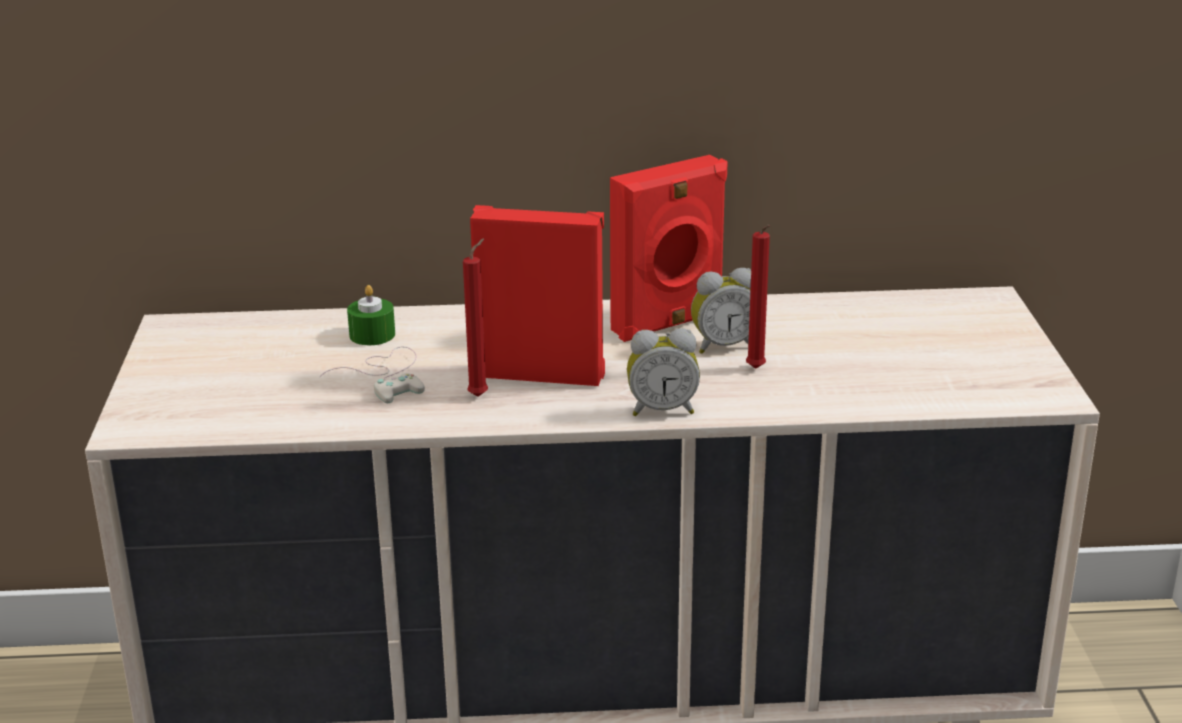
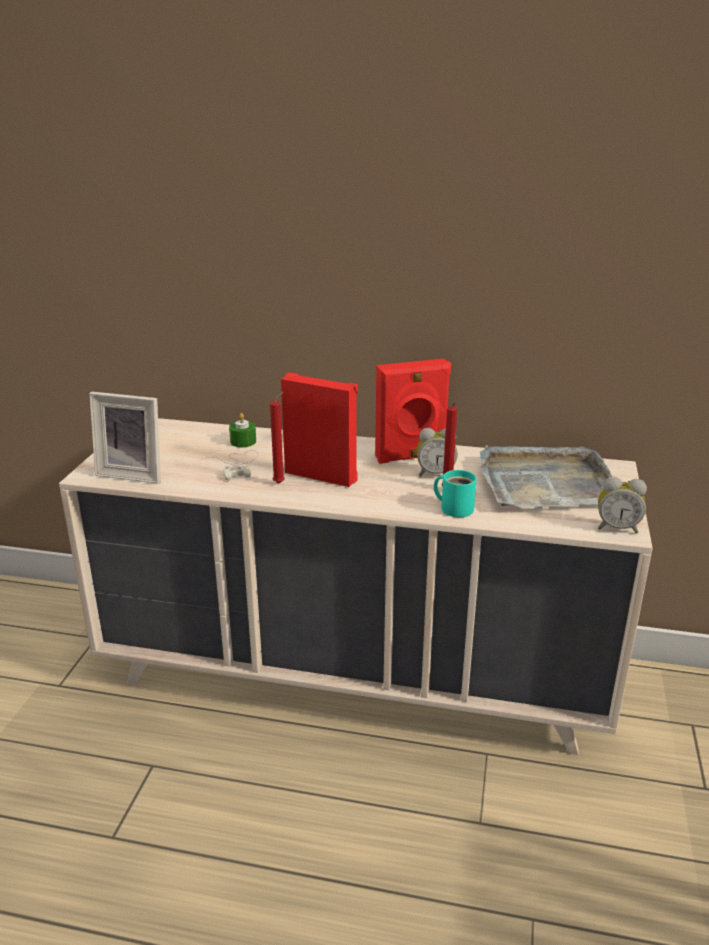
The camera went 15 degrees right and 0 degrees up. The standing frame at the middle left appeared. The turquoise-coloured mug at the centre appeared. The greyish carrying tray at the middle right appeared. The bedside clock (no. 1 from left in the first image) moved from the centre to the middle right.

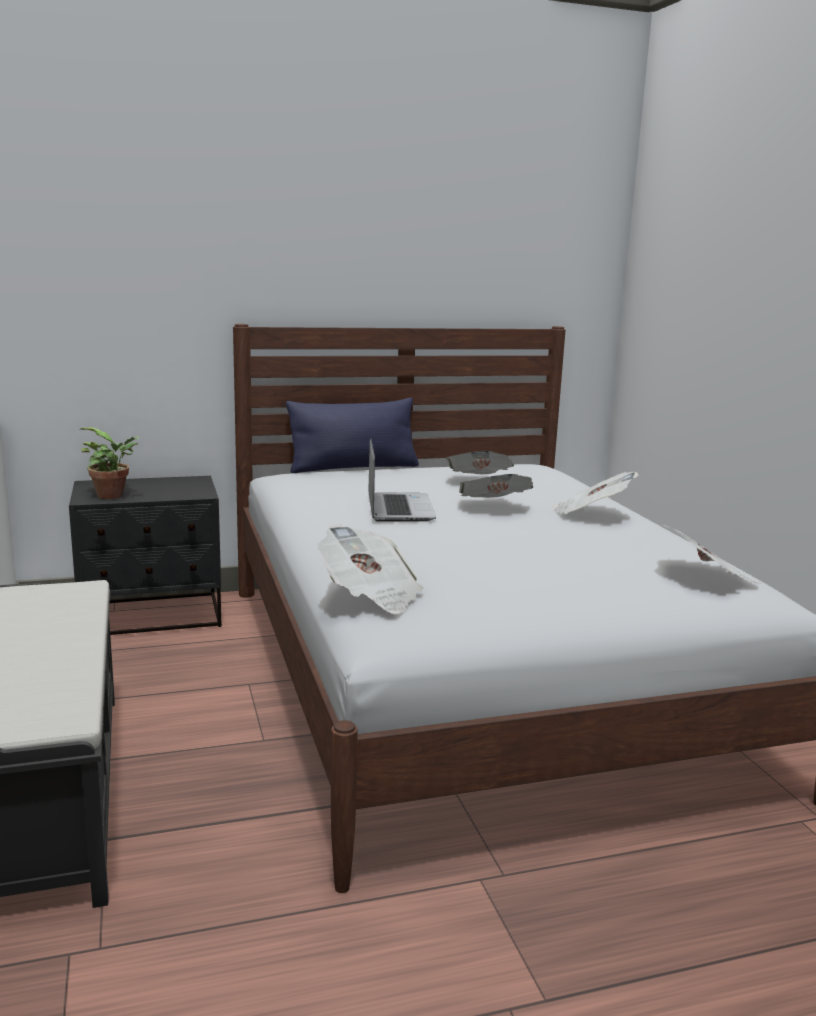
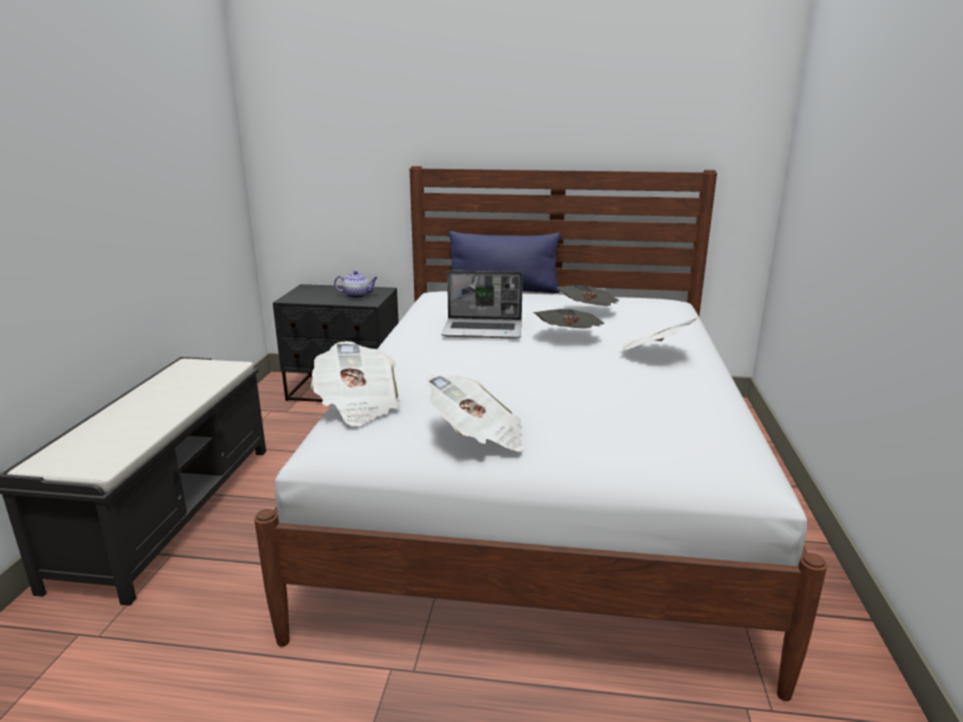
The camera went 25 degrees right and 5 degrees up. The pot for tea at the centre appeared. The daily paper (no. 5 from left in the first image) moved from the middle right to the centre. The laptop at the centre turned 75 degrees clockwise. The houseplant at the middle left disappeared.

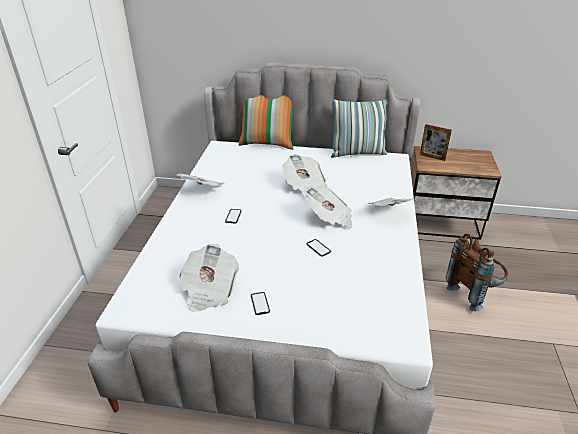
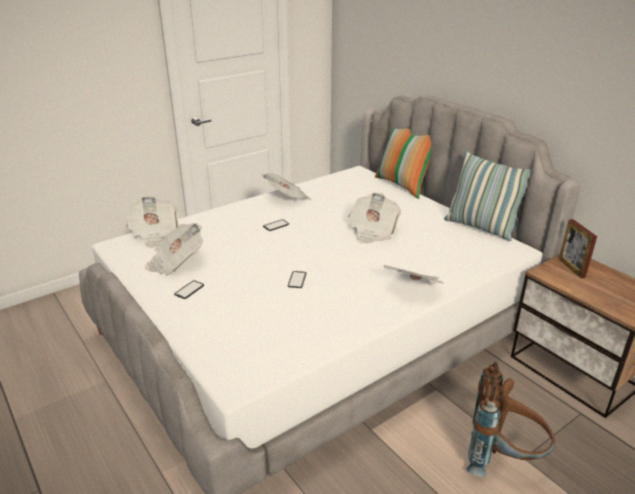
The camera went 45 degrees right and 5 degrees down. The daily paper (no. 4 from left in the first image) moved from the centre to the middle left.

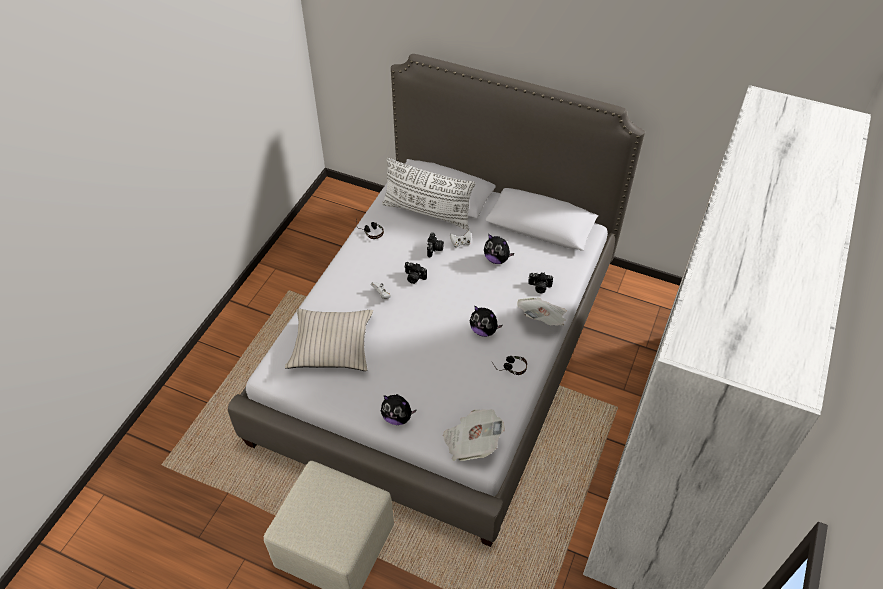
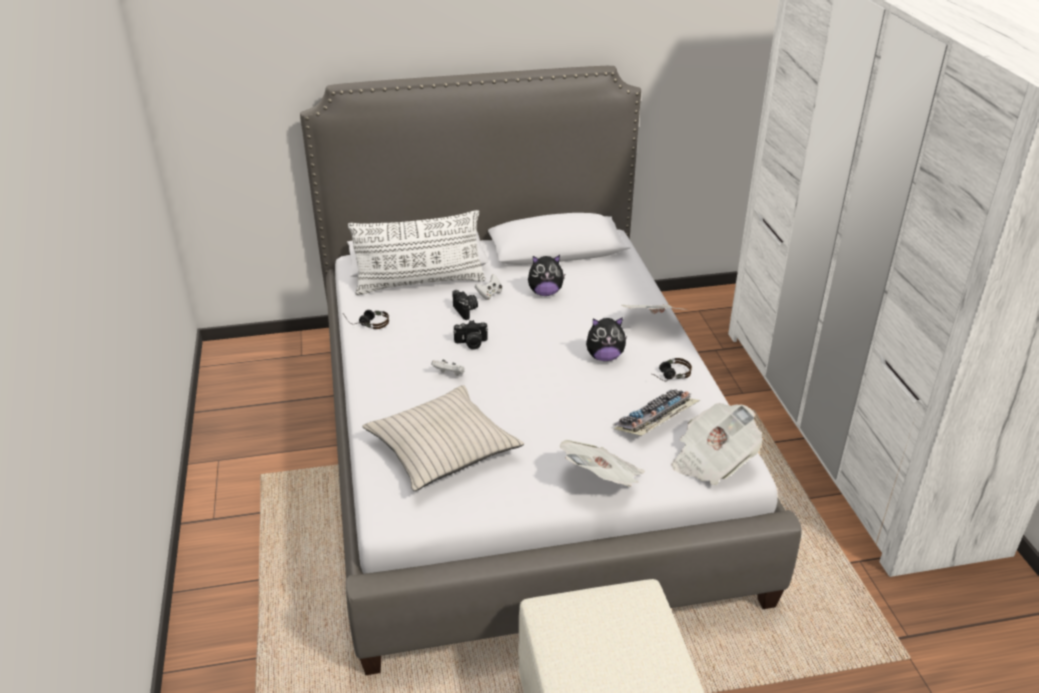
The camera went 35 degrees left and 15 degrees down. The soft toy (no. 1 from left) at the bottom centre was replaced by the daily paper (no. 1 from left) at the bottom centre. The PC keyboard at the centre appeared. The still camera (no. 3 from left) at the centre disappeared.

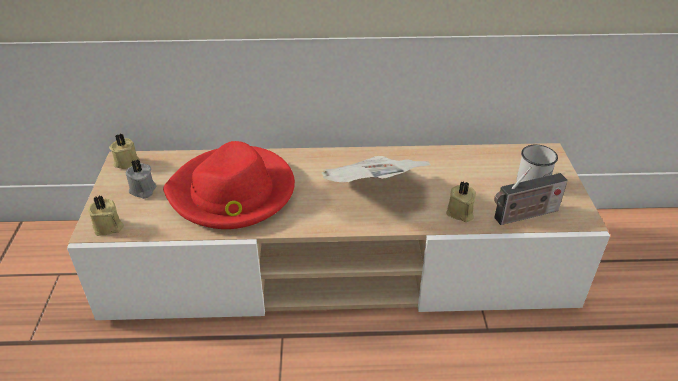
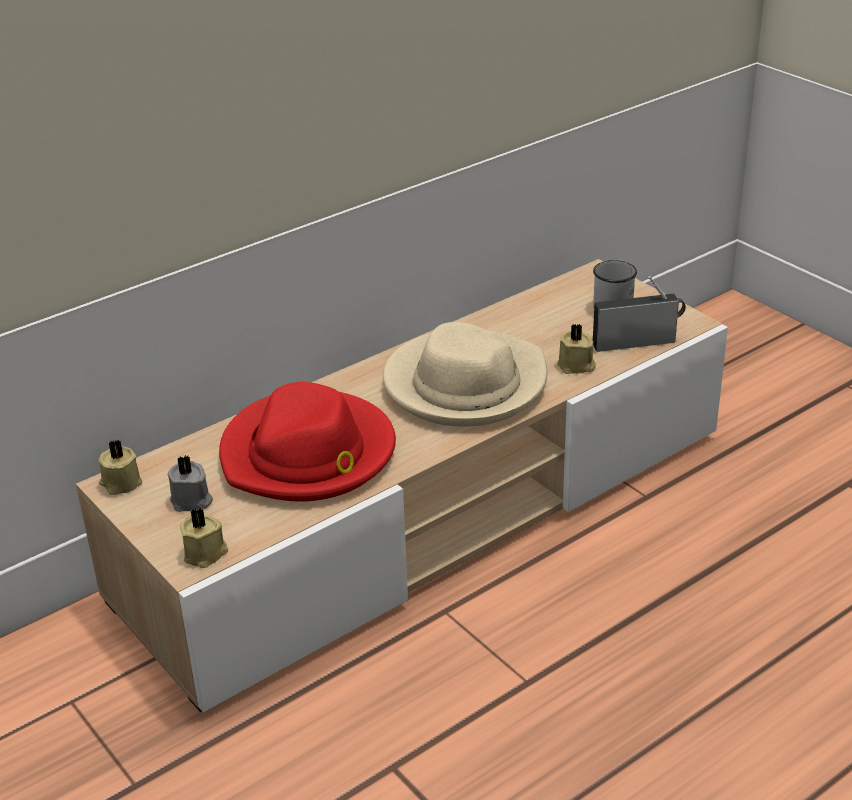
The camera went 35 degrees left and 5 degrees down. The daily paper at the centre was replaced by the beige clothing hat at the centre. The radio at the middle right turned 135 degrees counterclockwise.

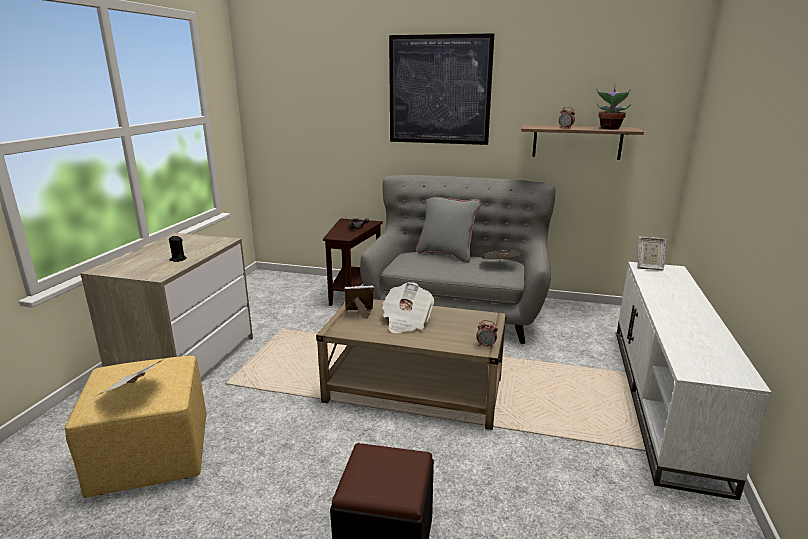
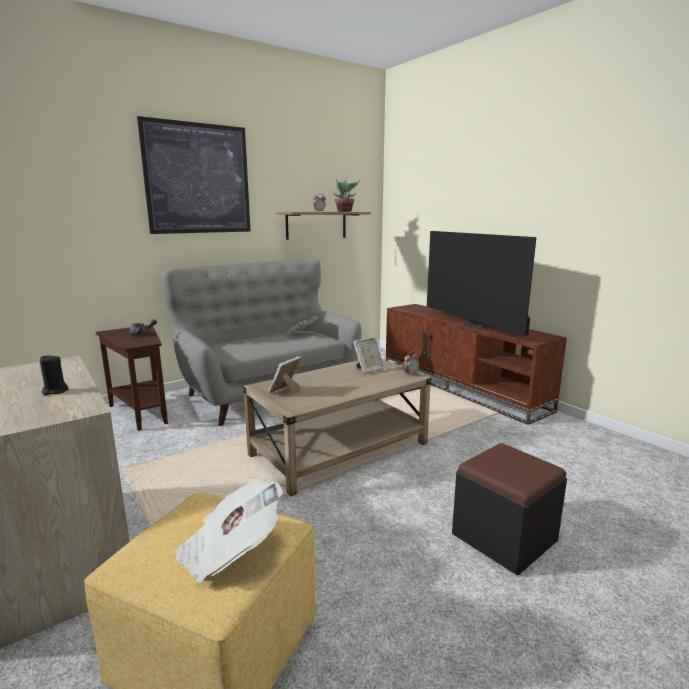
The camera went 50 degrees left and 5 degrees down. The standing frame (no. 2 from left) moved from the middle right to the centre. The white tv unit at the bottom right became the brownish tv unit at the middle right. The TV at the middle right appeared. The daily paper (no. 2 from left) at the centre disappeared. The greyish cushion at the centre disappeared.

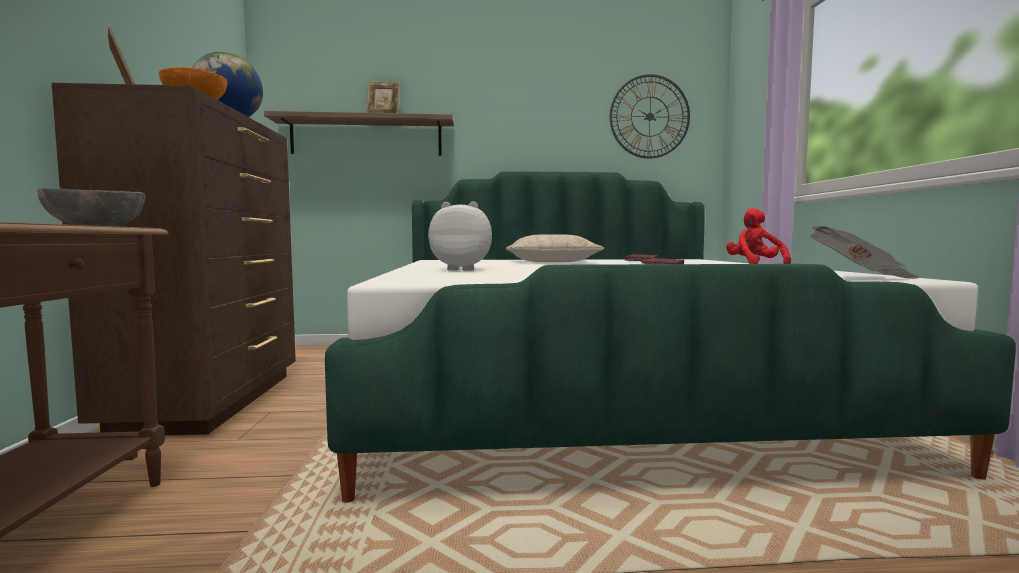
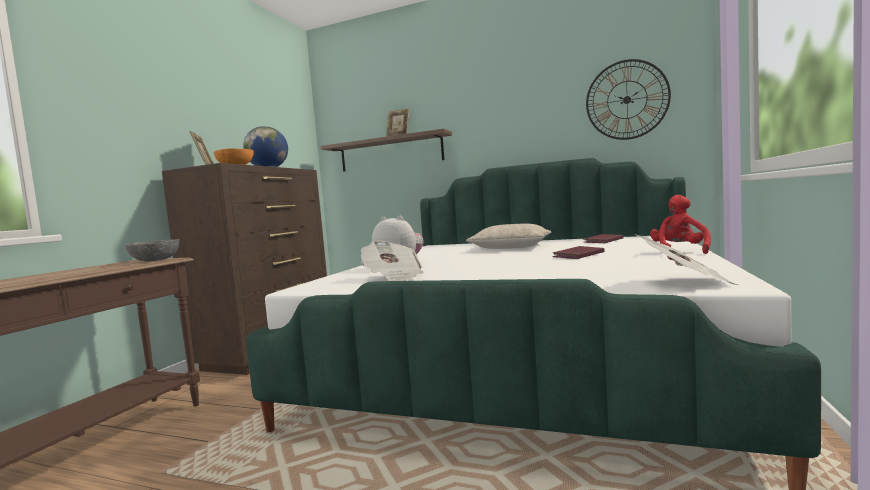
The camera went 25 degrees right and 0 degrees up. The daily paper (no. 1 from left) at the centre appeared.

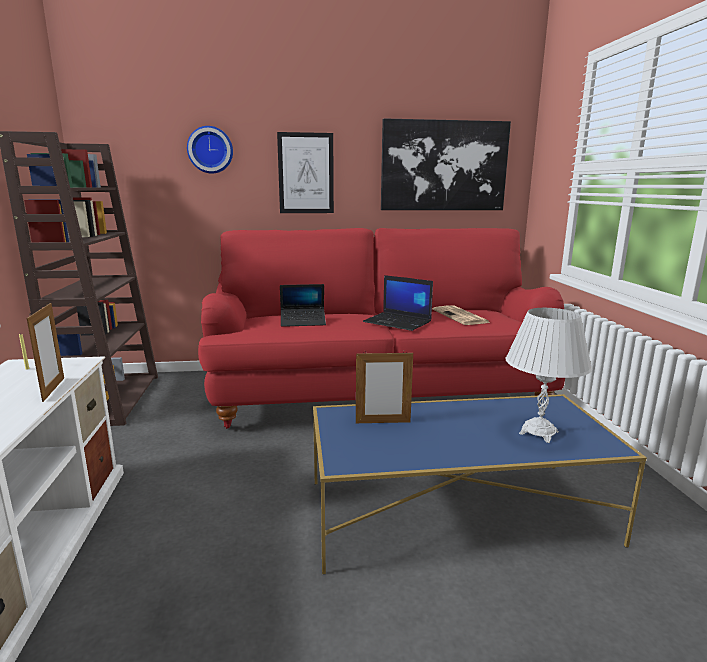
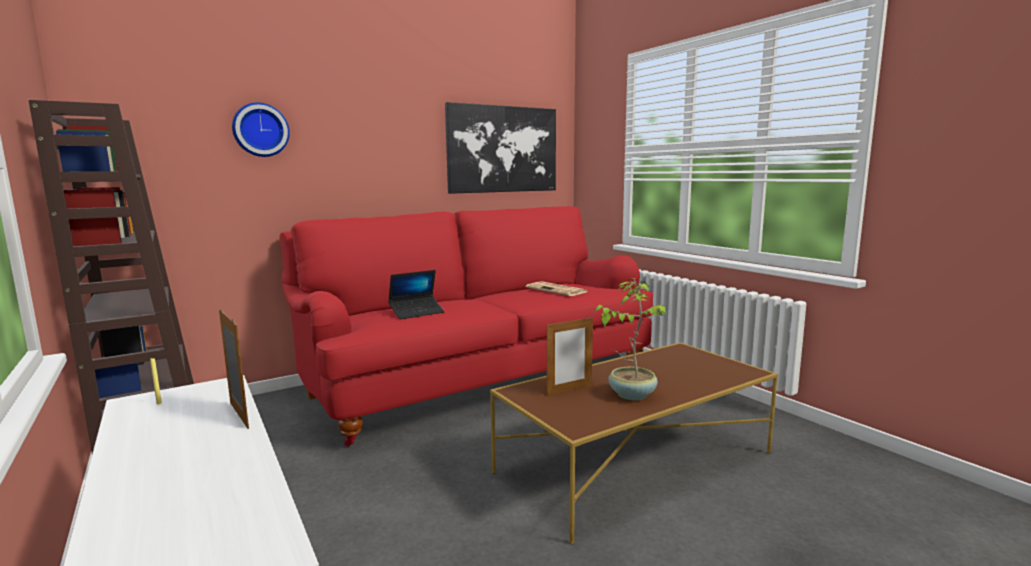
The camera went 25 degrees left and 5 degrees down. The bluish low table at the bottom right became the brownish low table at the bottom centre. The houseplant at the centre appeared. The wall art (no. 1 from left) at the top centre disappeared. The laptop (no. 2 from left) at the centre disappeared. The white lamp for a table at the middle right disappeared.

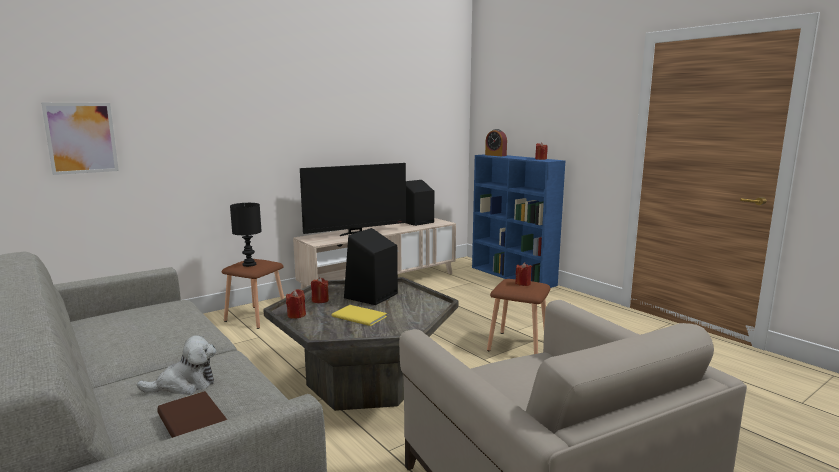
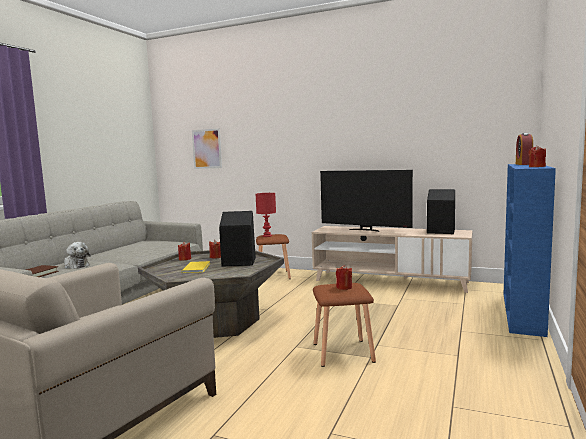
The camera went 60 degrees right and 5 degrees down. The blackish lamp for a table at the middle left became the red-coloured lamp for a table at the centre.

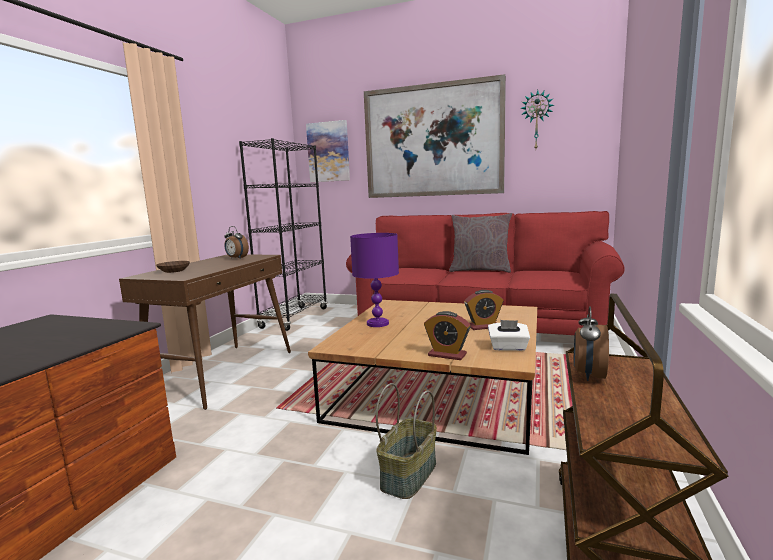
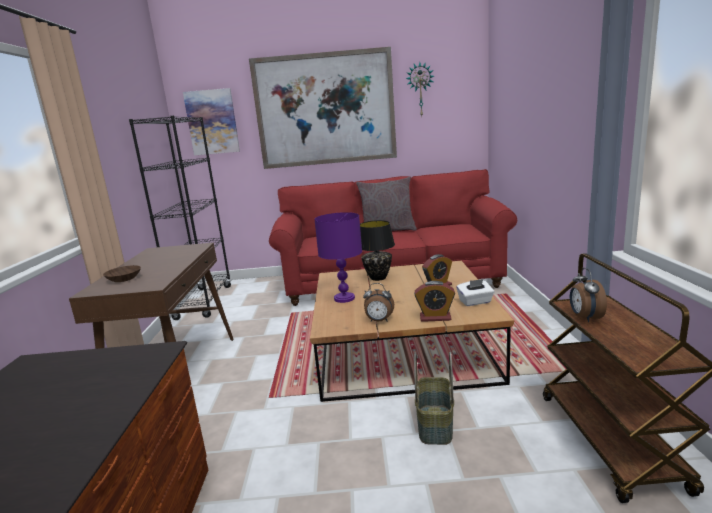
The camera went 20 degrees left and 5 degrees up. The blackish lamp for a table at the centre appeared. The bedside clock (no. 1 from left) moved from the middle left to the centre.

